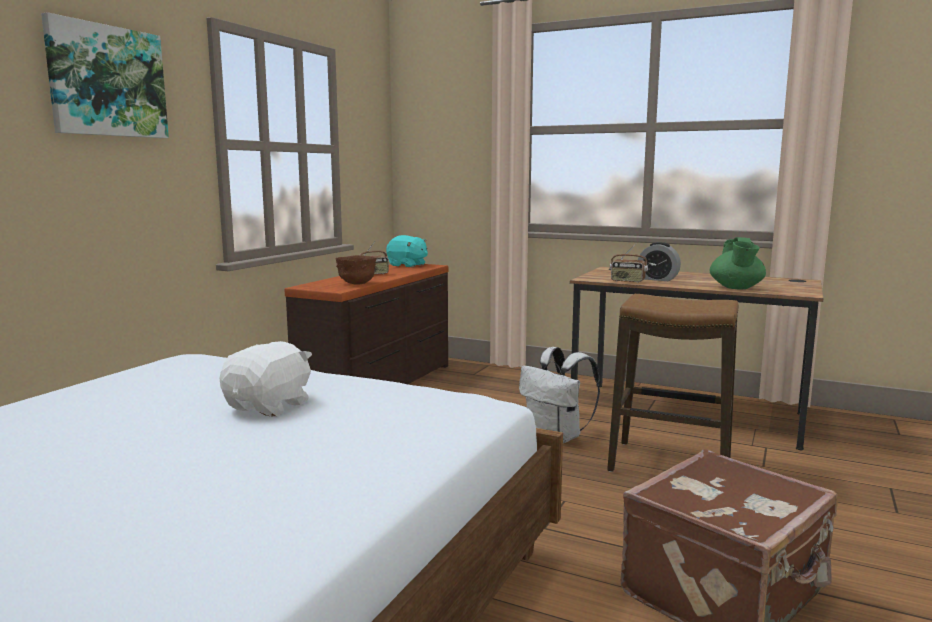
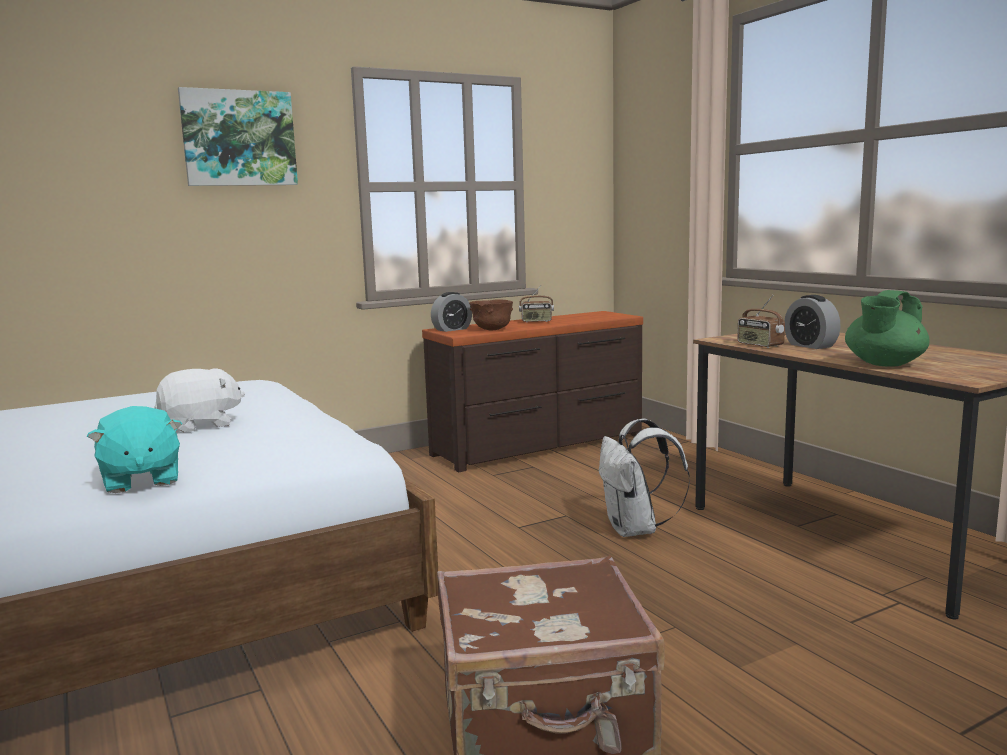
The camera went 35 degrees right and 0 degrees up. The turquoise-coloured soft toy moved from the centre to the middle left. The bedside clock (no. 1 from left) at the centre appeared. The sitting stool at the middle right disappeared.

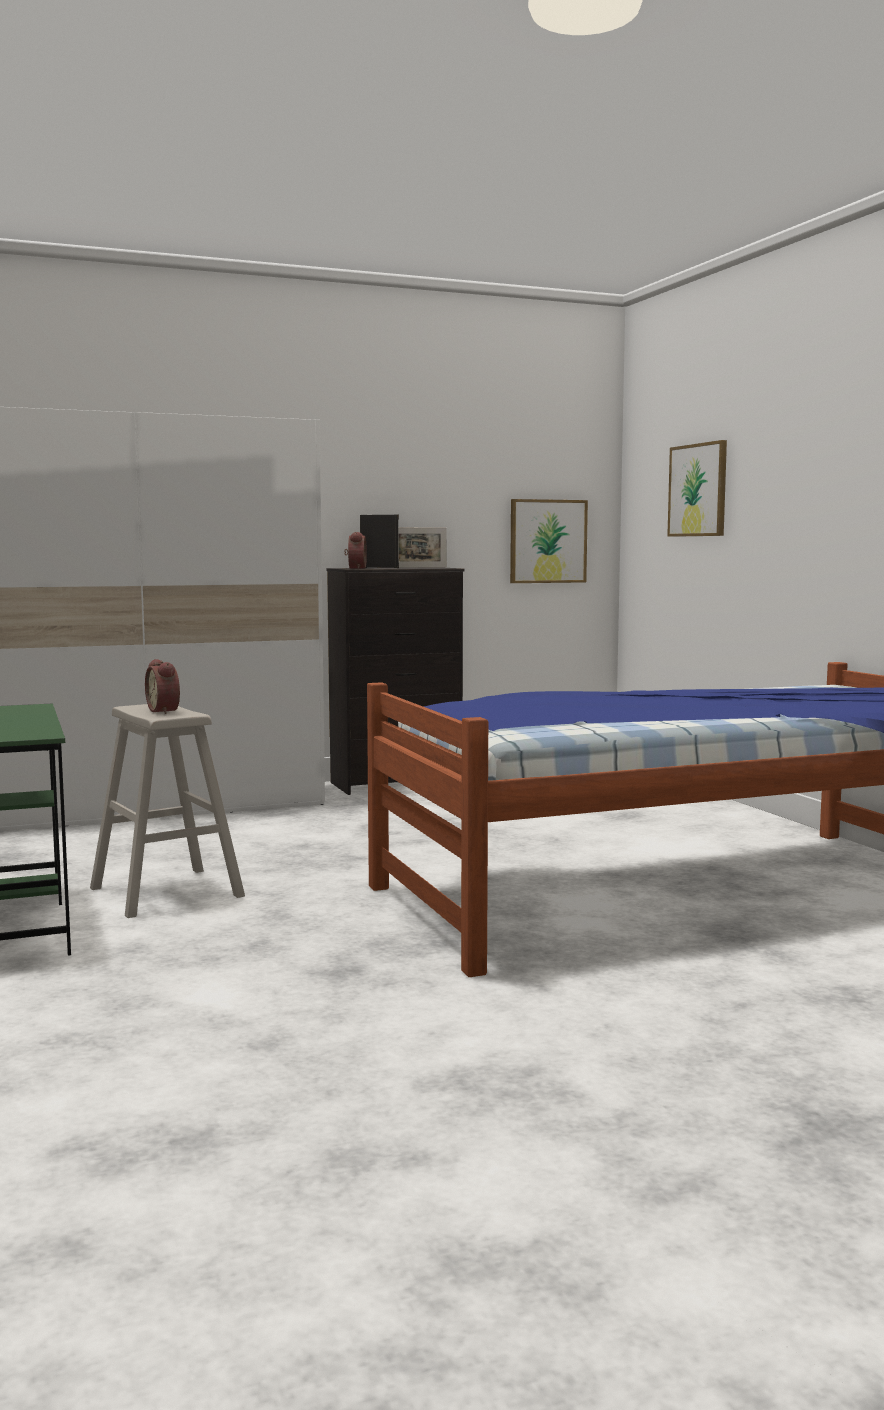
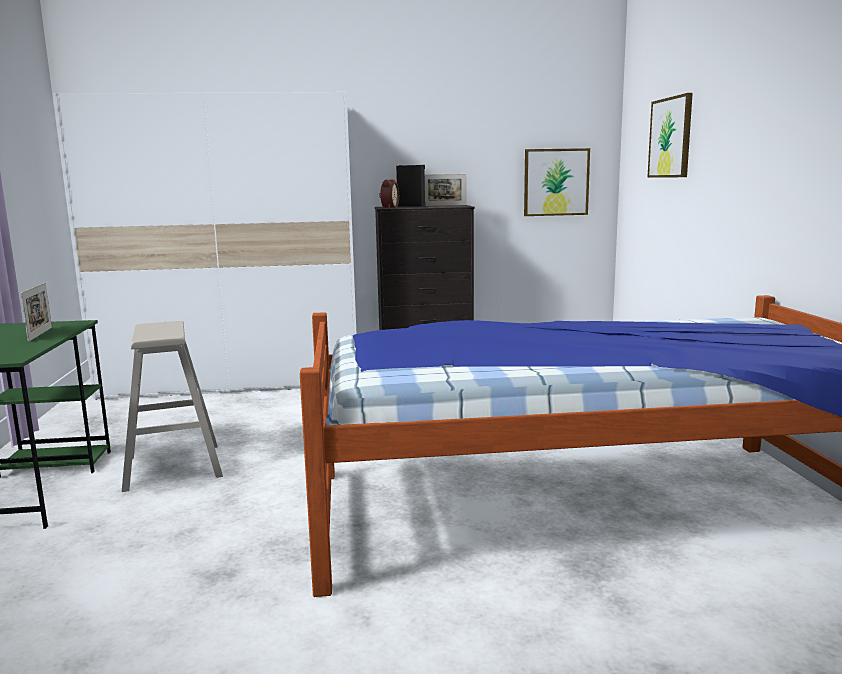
The camera went 15 degrees right and 5 degrees up. The standing frame (no. 1 from left) at the middle left appeared. The bedside clock (no. 1 from left) at the middle left disappeared.

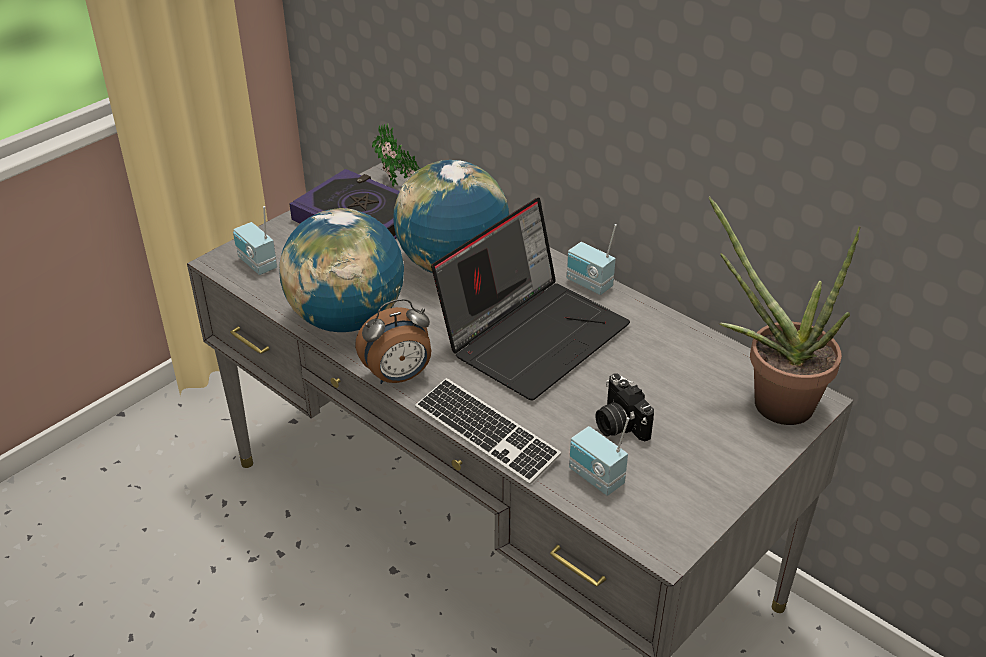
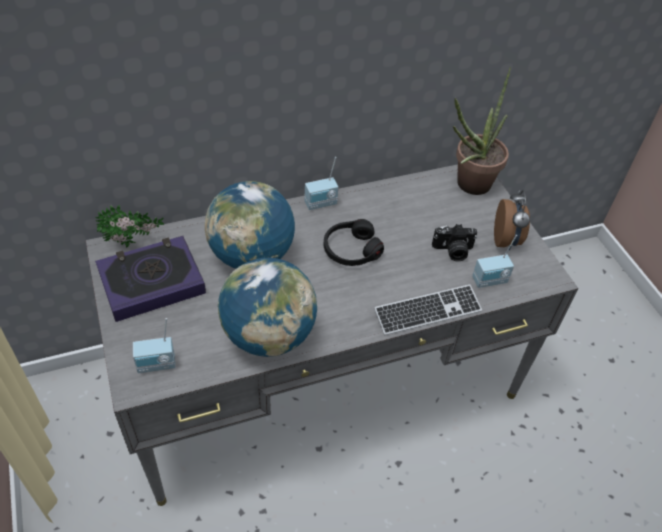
The camera went 65 degrees left and 10 degrees up. The laptop at the centre was replaced by the blackish headset at the centre. The bedside clock moved from the centre to the middle right.

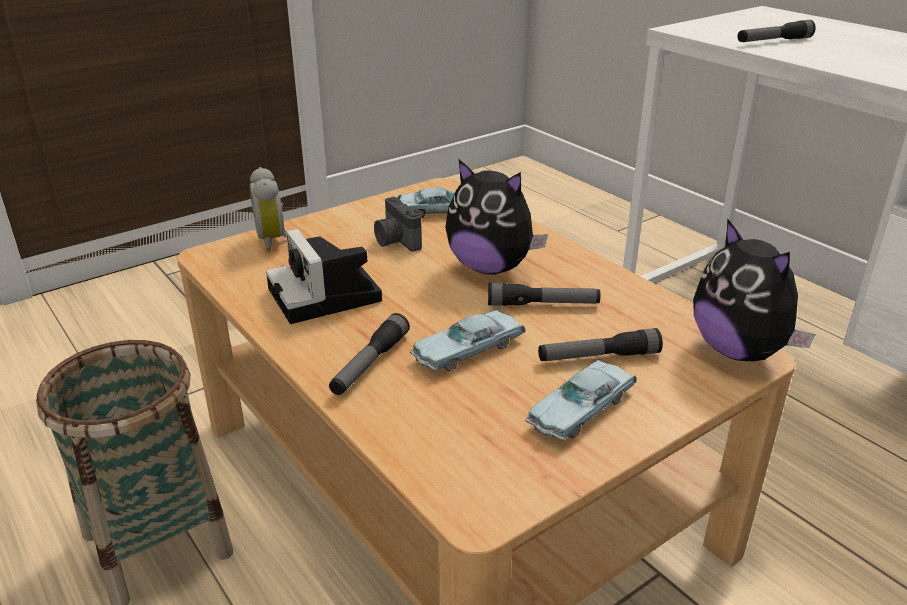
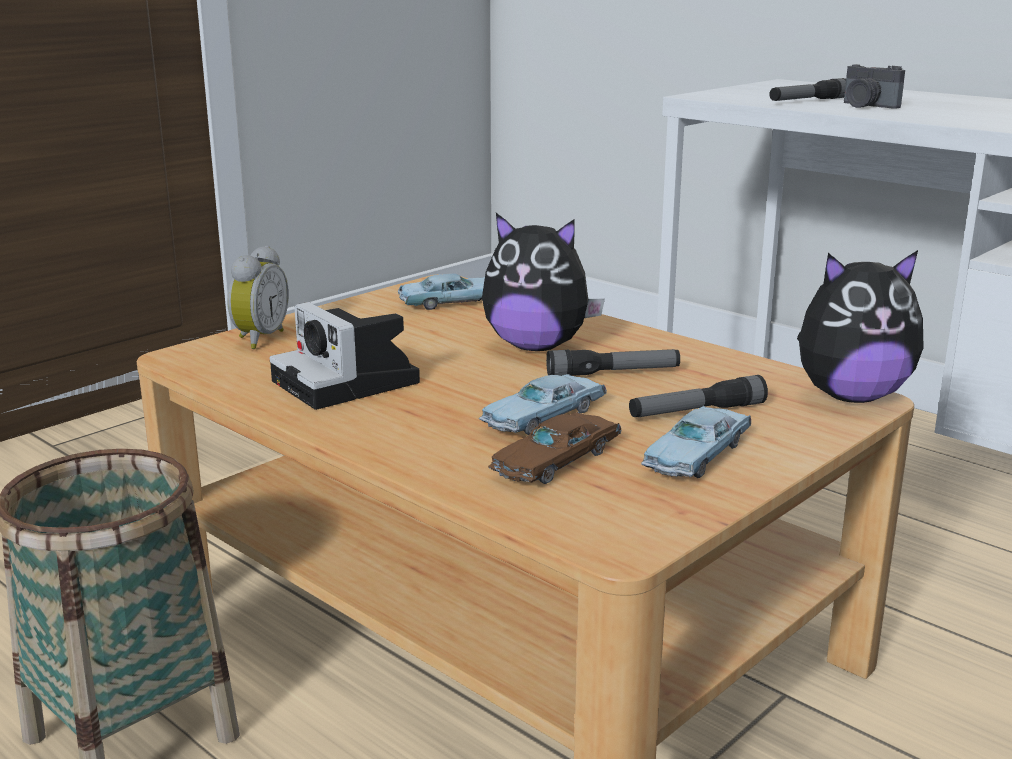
The camera went 10 degrees left and 10 degrees down. The bedside clock at the middle left turned 135 degrees counterclockwise. The brownish model car at the centre appeared. The soft toy (no. 2 from left) at the middle right turned 60 degrees counterclockwise. The still camera (no. 2 from left) moved from the centre to the top right. The flashlight (no. 1 from left) at the centre disappeared.

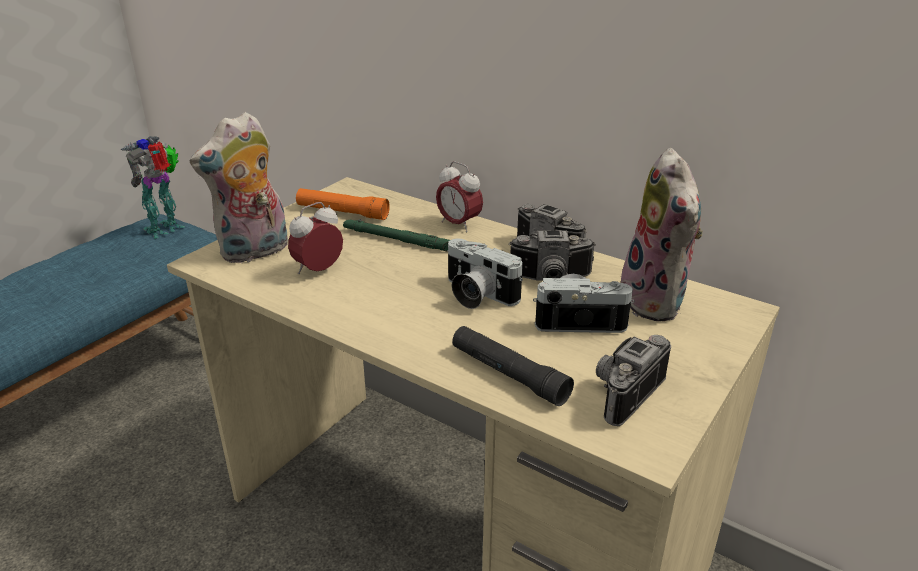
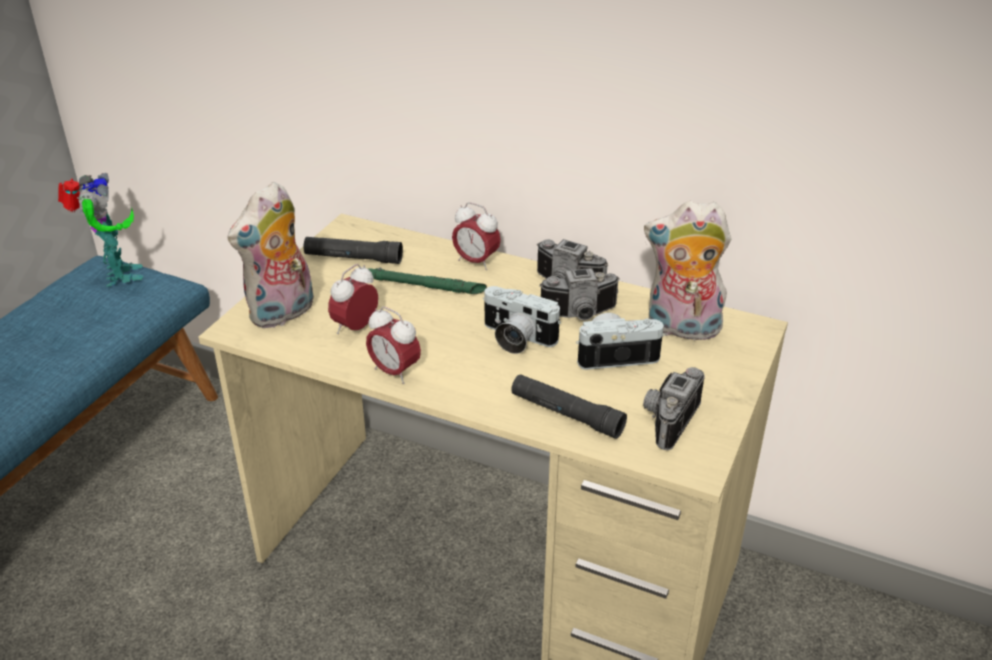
The camera went 10 degrees left and 5 degrees up. The model robot at the top left turned 135 degrees clockwise. The orangey flashlight at the centre became the blackish flashlight (no. 1 from left) at the centre. The bedside clock (no. 2 from left) at the centre appeared. The soft toy (no. 2 from left) at the middle right turned 120 degrees clockwise.

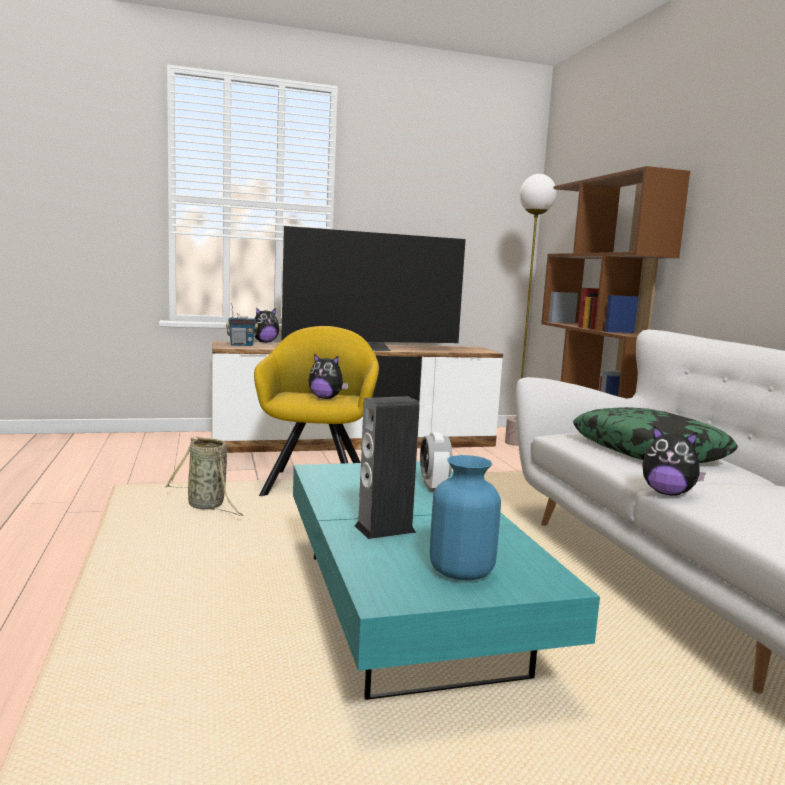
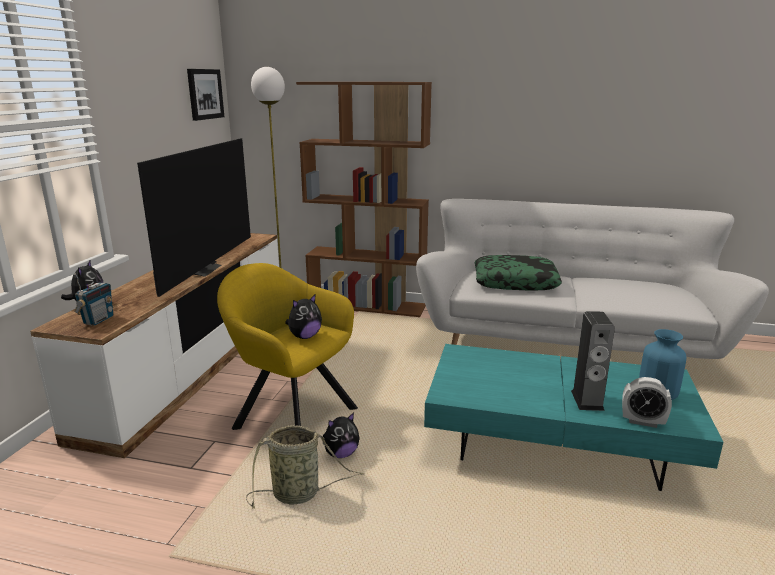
The camera went 60 degrees left and 10 degrees up. The wall art at the top left appeared. The soft toy (no. 3 from left) moved from the middle right to the bottom centre. The bedside clock moved from the centre to the bottom right.

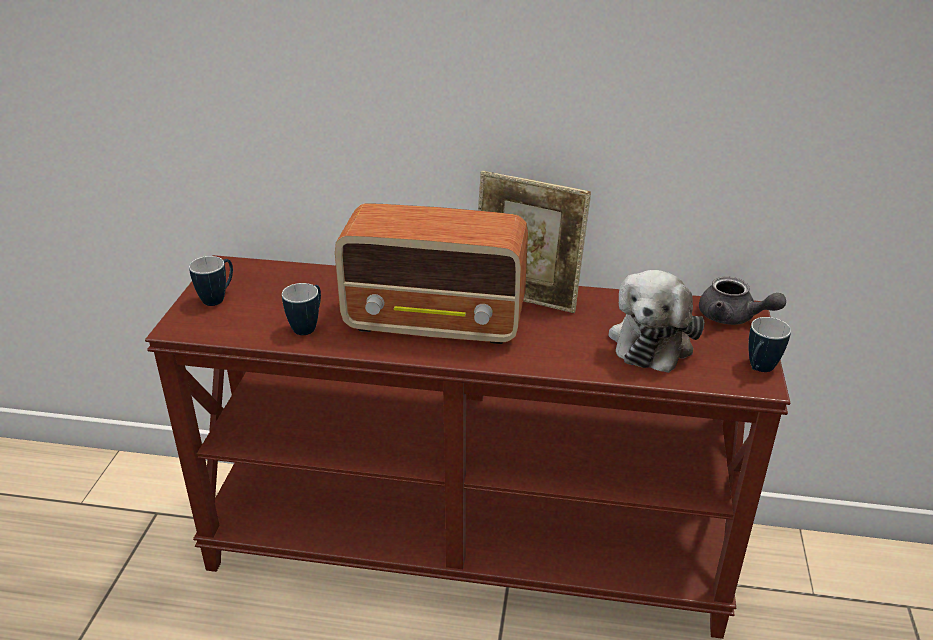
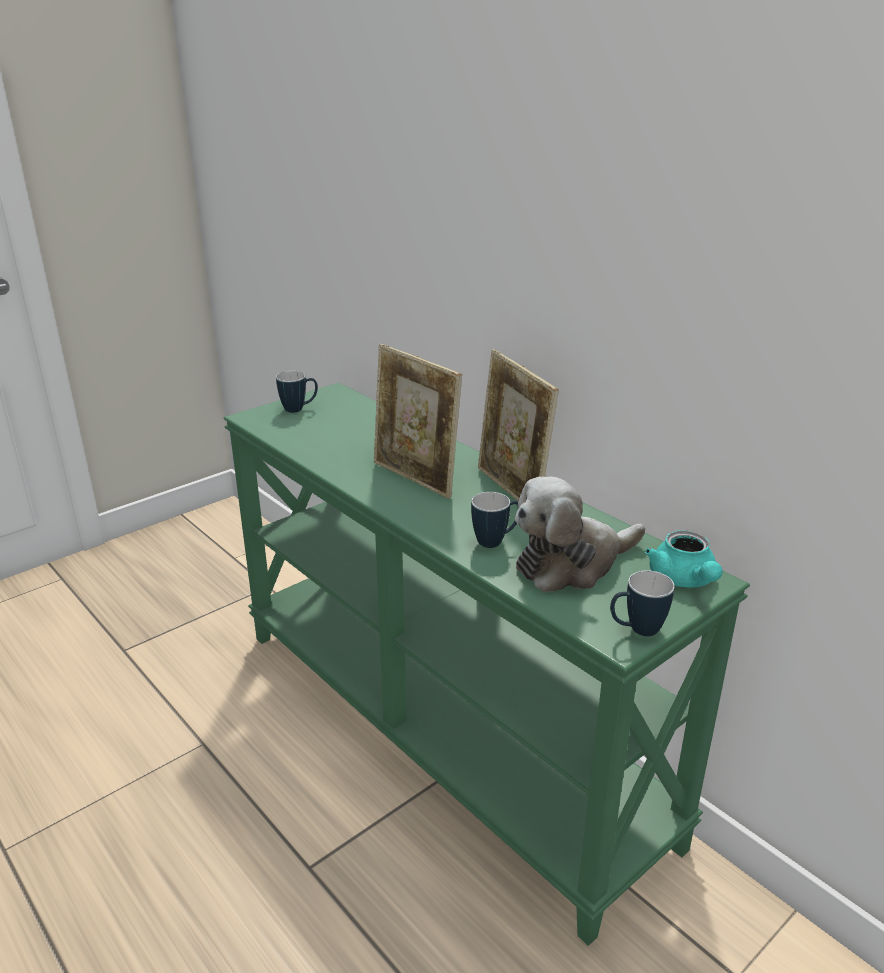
The camera went 40 degrees right and 5 degrees down. The brownish hall table at the bottom centre became the green hall table at the bottom centre. The radio at the centre was replaced by the standing frame (no. 1 from left) at the centre. The mug (no. 2 from left) moved from the middle left to the centre. The greyish pot for tea at the middle right became the turquoise-coloured pot for tea at the middle right.

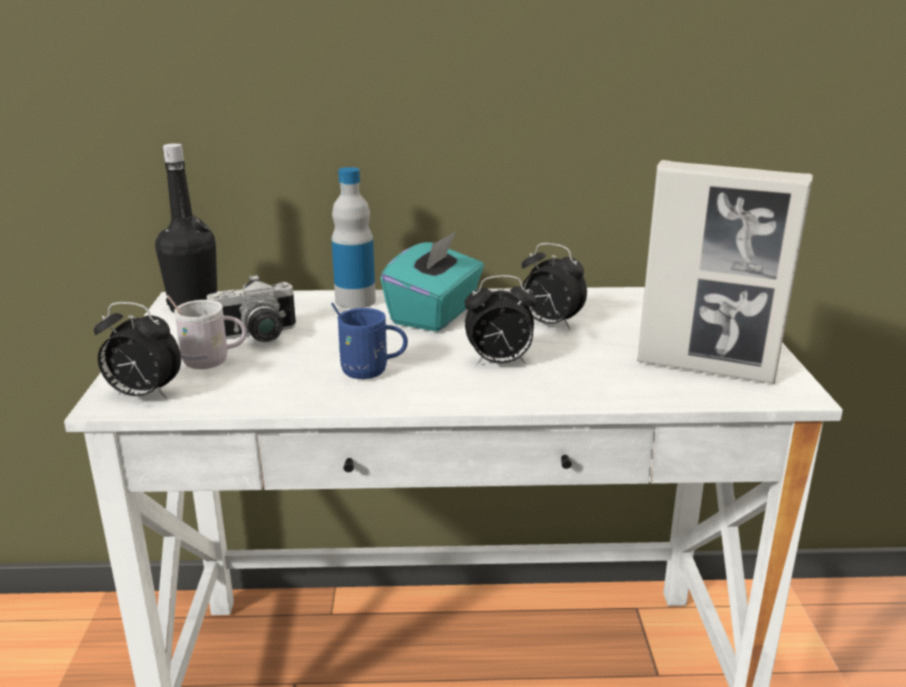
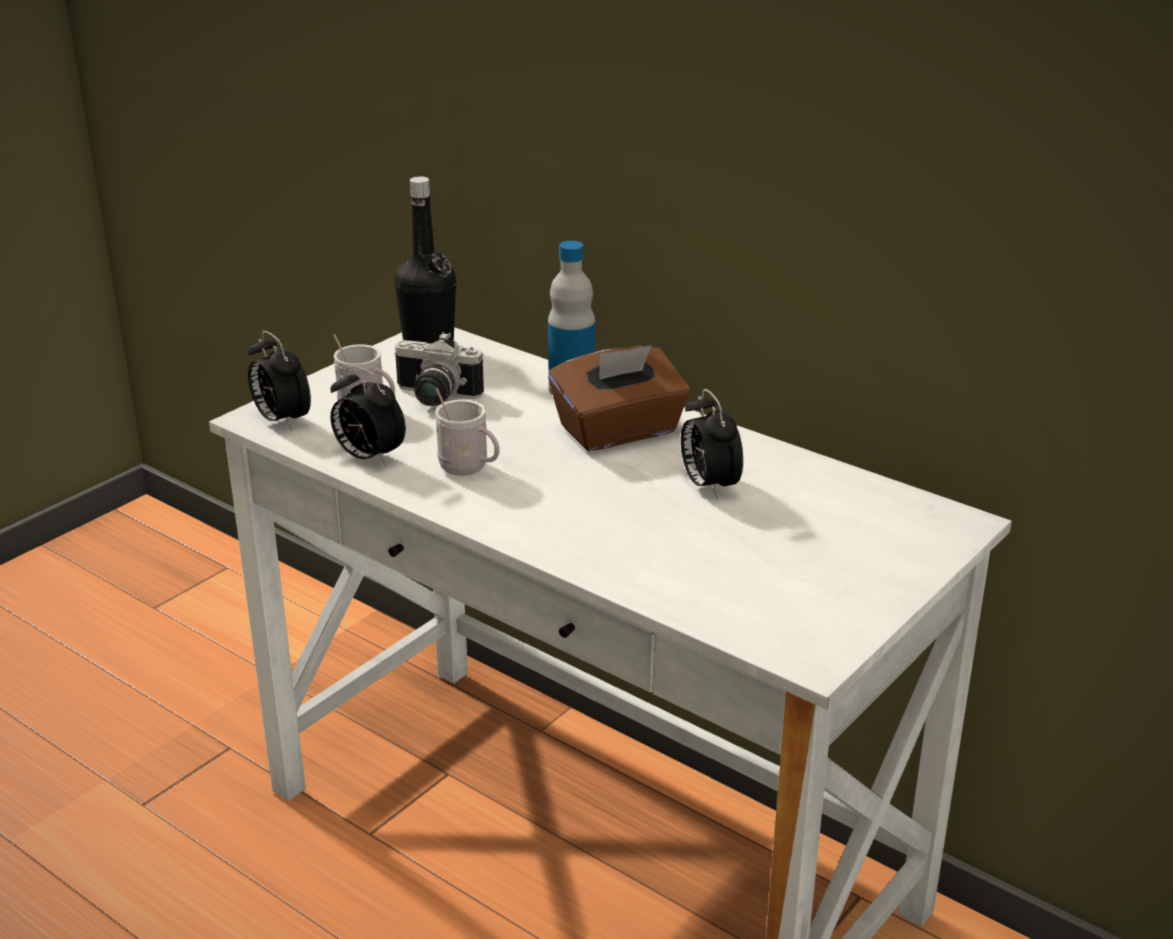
The camera went 40 degrees right and 5 degrees up. The bedside clock (no. 2 from left) moved from the centre to the middle left. The bluish mug at the centre became the white mug (no. 2 from left) at the centre. The turquoise-coloured tissue box at the centre became the brownish tissue box at the centre. The standing frame at the middle right disappeared.

